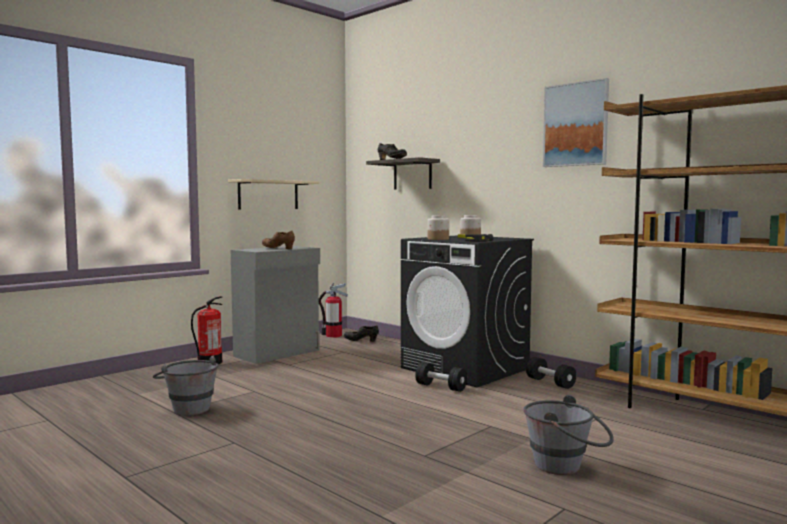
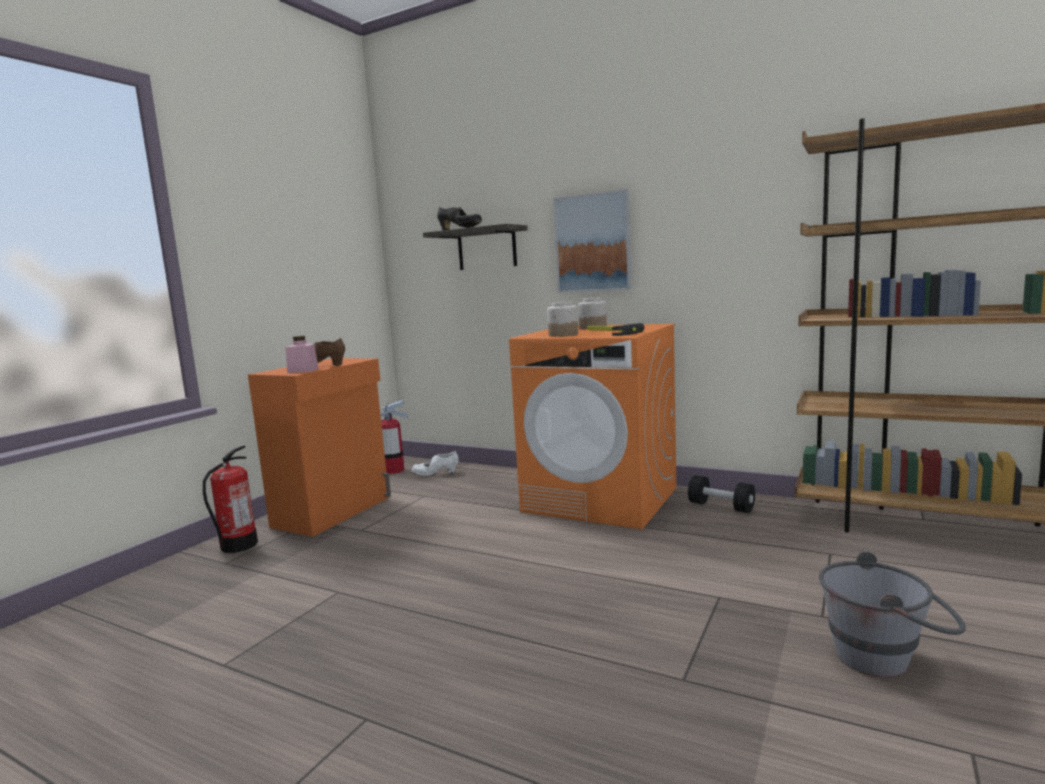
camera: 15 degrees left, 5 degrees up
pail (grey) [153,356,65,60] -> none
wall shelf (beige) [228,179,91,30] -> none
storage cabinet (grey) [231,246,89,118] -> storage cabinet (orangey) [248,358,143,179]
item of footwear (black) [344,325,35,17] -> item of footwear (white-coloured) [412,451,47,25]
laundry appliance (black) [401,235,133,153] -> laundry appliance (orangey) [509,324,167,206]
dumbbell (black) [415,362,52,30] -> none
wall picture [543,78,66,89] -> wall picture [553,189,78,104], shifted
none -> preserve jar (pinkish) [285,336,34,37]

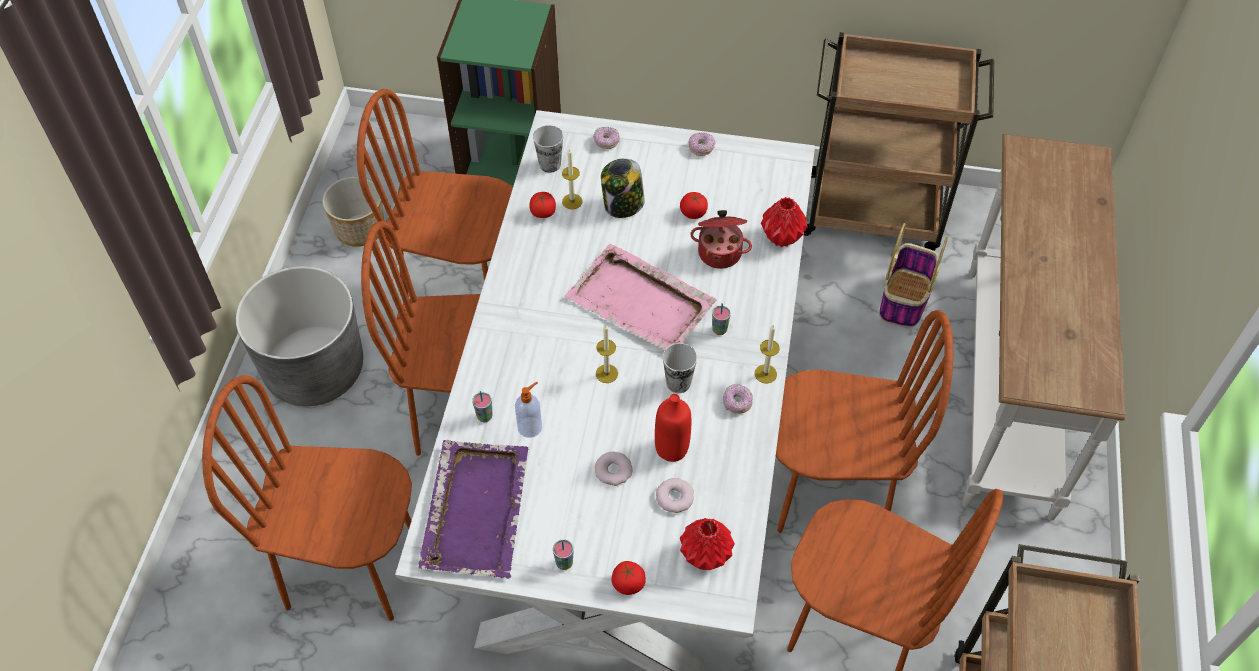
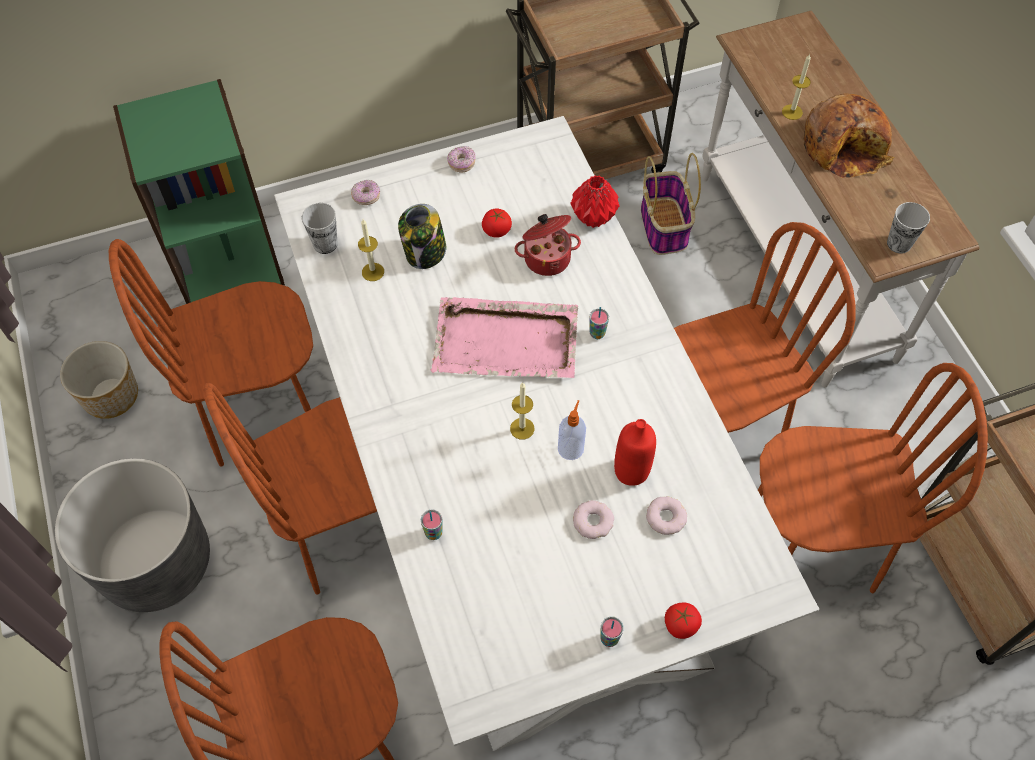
camera: 30 degrees left, 5 degrees up
tray (purplish) [419,440,110,139] -> none
soap dispenser [515,382,27,56] -> soap dispenser [558,400,28,60], shifted
fresh tomato [529,192,27,26] -> none
small cup [663,343,34,50] -> small cup [887,202,43,52], shifted
vase (red) [680,518,55,52] -> none
doughnut [723,384,30,30] -> none
candle [755,324,25,60] -> candle [782,54,29,66], shifted
none -> bread [804,93,91,85]

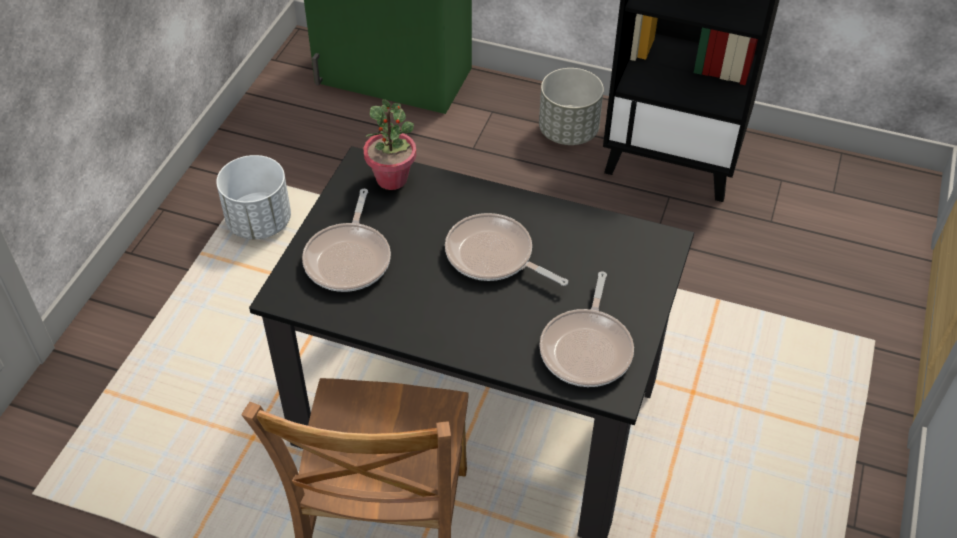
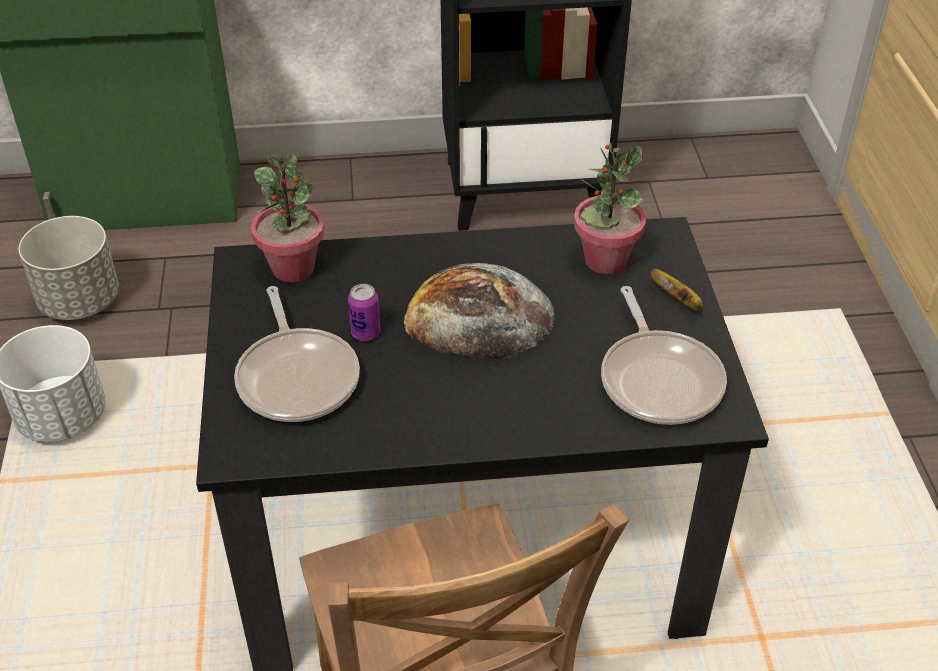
camera: 25 degrees left, 5 degrees down
skillet [445,213,123,73] -> bread [404,263,151,96]
planter (grey) [539,68,65,77] -> planter (grey) [18,216,101,104], shifted
none -> metal can [348,284,32,57]
none -> plant in a pot [574,143,72,131]
none -> whole banana [650,269,53,41]

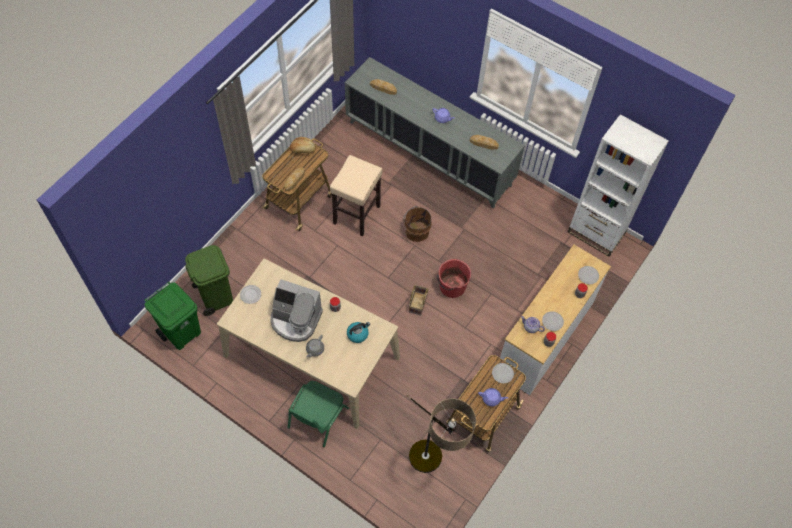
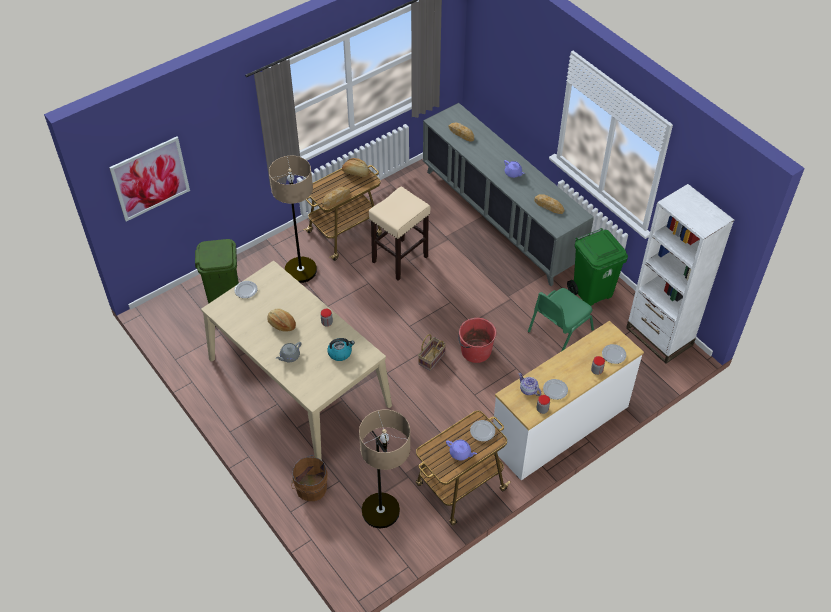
camera: 20 degrees right, 10 degrees down
trash can (green-coloured) [144,282,57,68] -> trash can (green-coloured) [567,228,61,78], shifted
coffee machine [271,280,52,62] -> bread [267,308,29,24]
plain chair (green-coloured) [287,381,62,66] -> plain chair (green-coloured) [528,288,66,63], shifted
pail (brownish) [404,206,27,36] -> pail (brownish) [291,455,37,46], shifted
none -> wall picture [109,137,81,85]
none -> standing lamp [269,155,48,128]

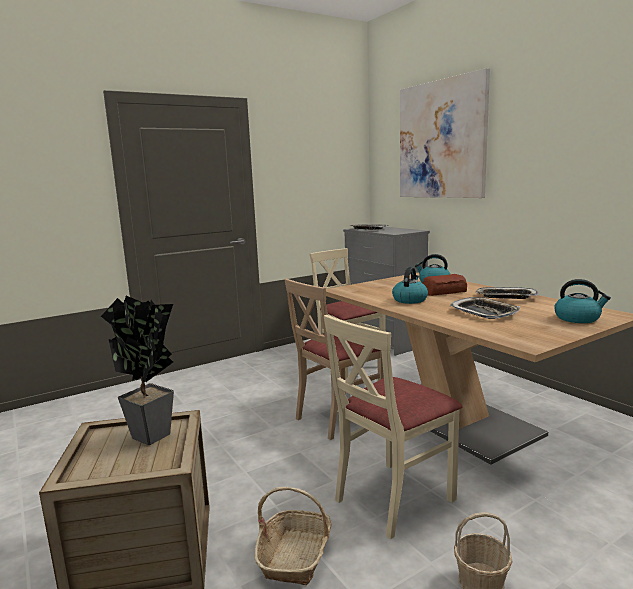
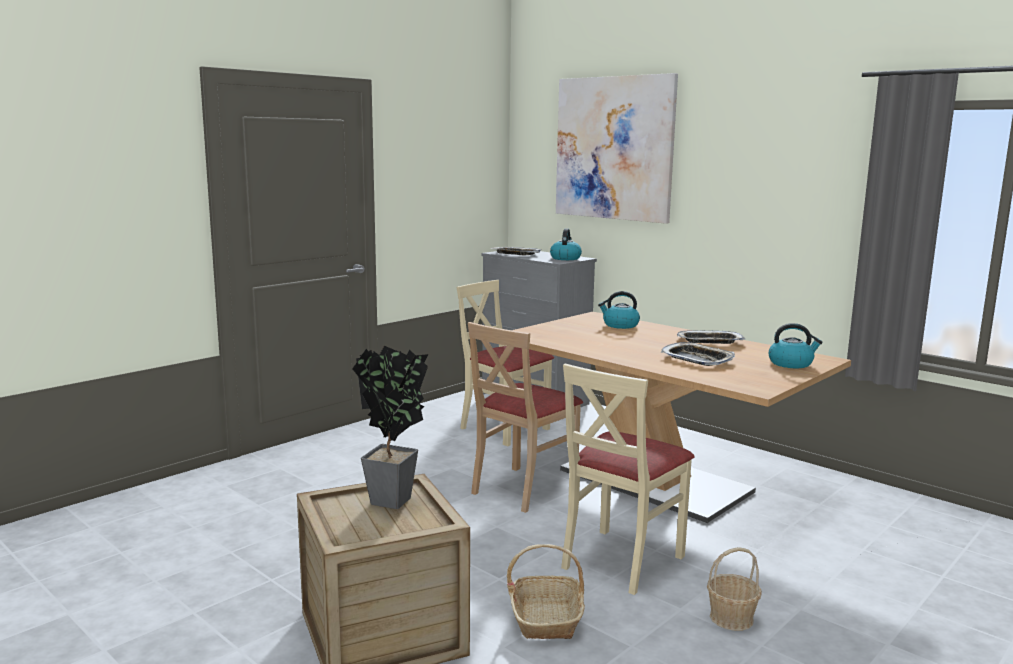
camera: 15 degrees left, 0 degrees up
tea kettle [392,267,36,37] -> tea kettle [550,228,32,32], shifted
bread [422,274,45,22] -> none

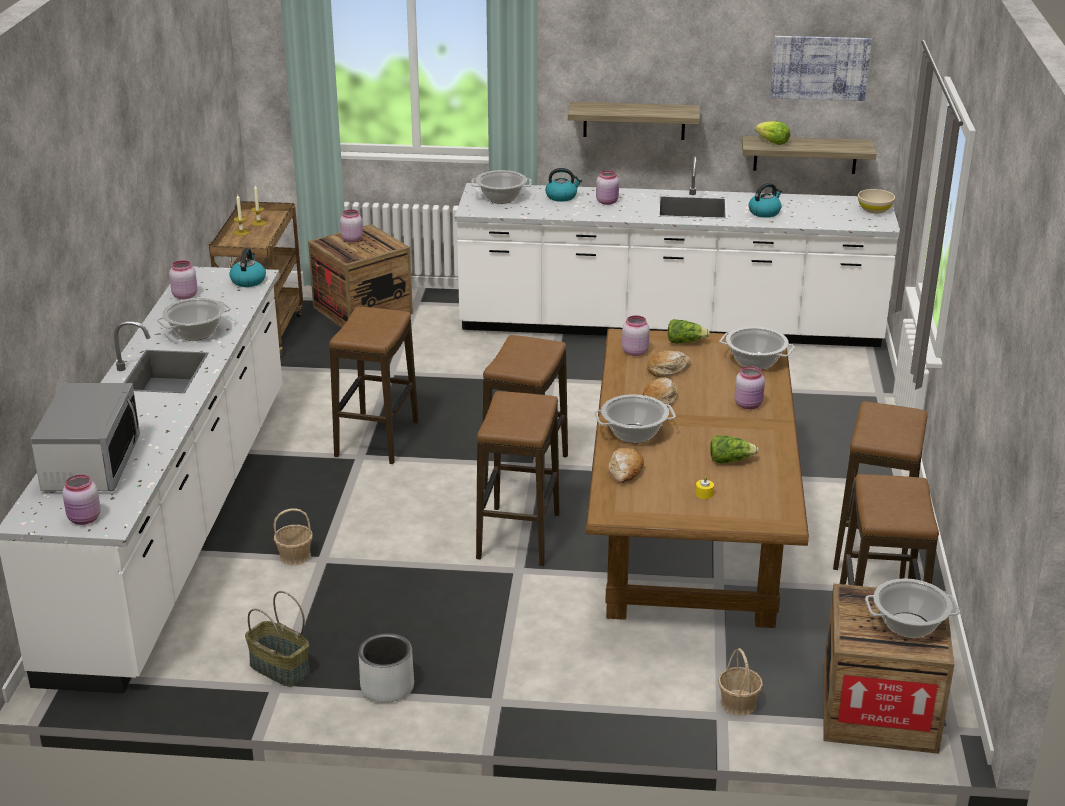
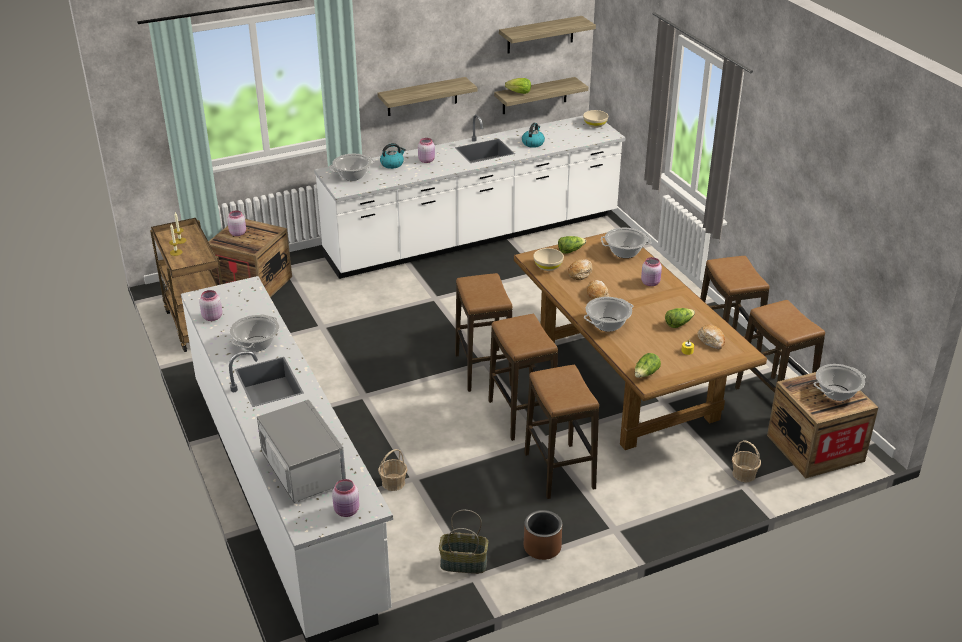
camera: 30 degrees left, 5 degrees up
tea kettle [229,248,37,39] -> none
stool seat [329,307,90,157] -> stool seat [525,365,74,134], shifted
planter (grey) [358,633,56,70] -> planter (brownish) [524,510,38,50]
bread [609,448,35,35] -> bread [697,325,28,24], shifted
preserve jar (pinkish) [622,315,28,41] -> serving bowl (beige) [533,248,31,23]
wall picture [770,36,102,65] -> wall shelf [499,16,97,37]
none -> head of lettuce [635,353,26,25]

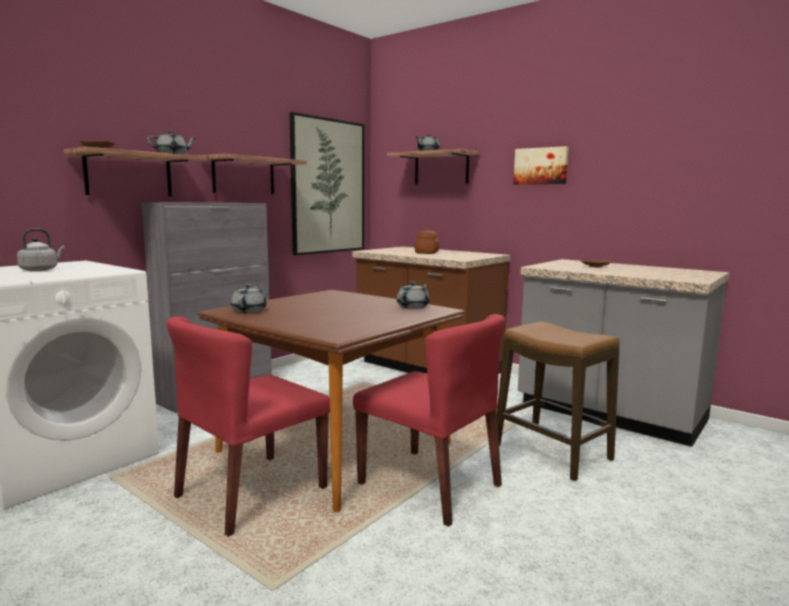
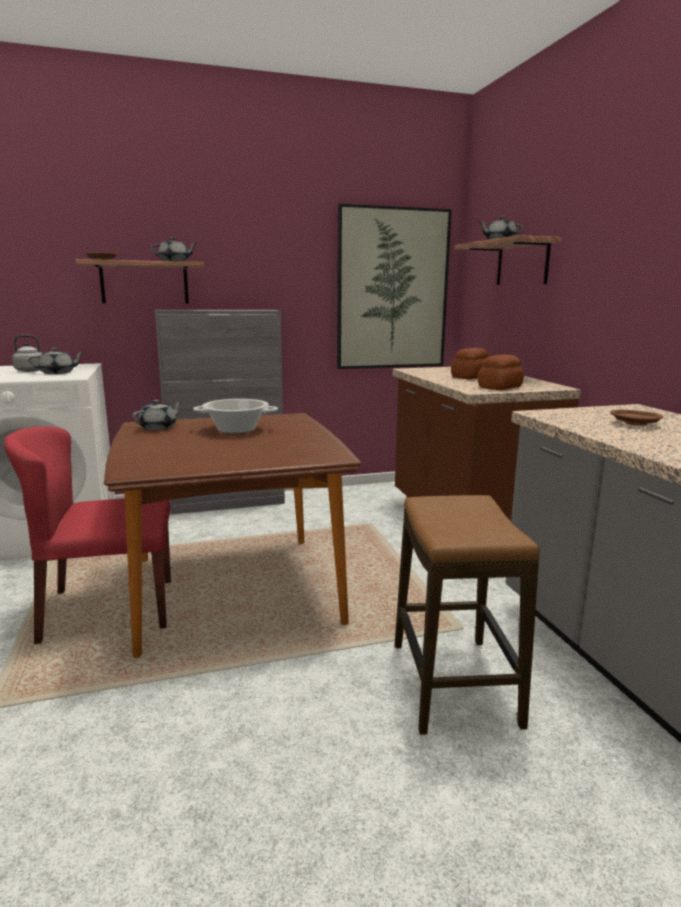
camera: 35 degrees right, 5 degrees up
wall shelf [199,154,108,40] -> none
plain chair (red) [353,314,152,213] -> none
tea pot (grey) [397,281,33,28] -> tea pot (grey) [28,348,57,26], shifted
wall picture [513,146,56,39] -> none
none -> saucepot [193,399,85,35]
none -> bread [478,354,46,36]

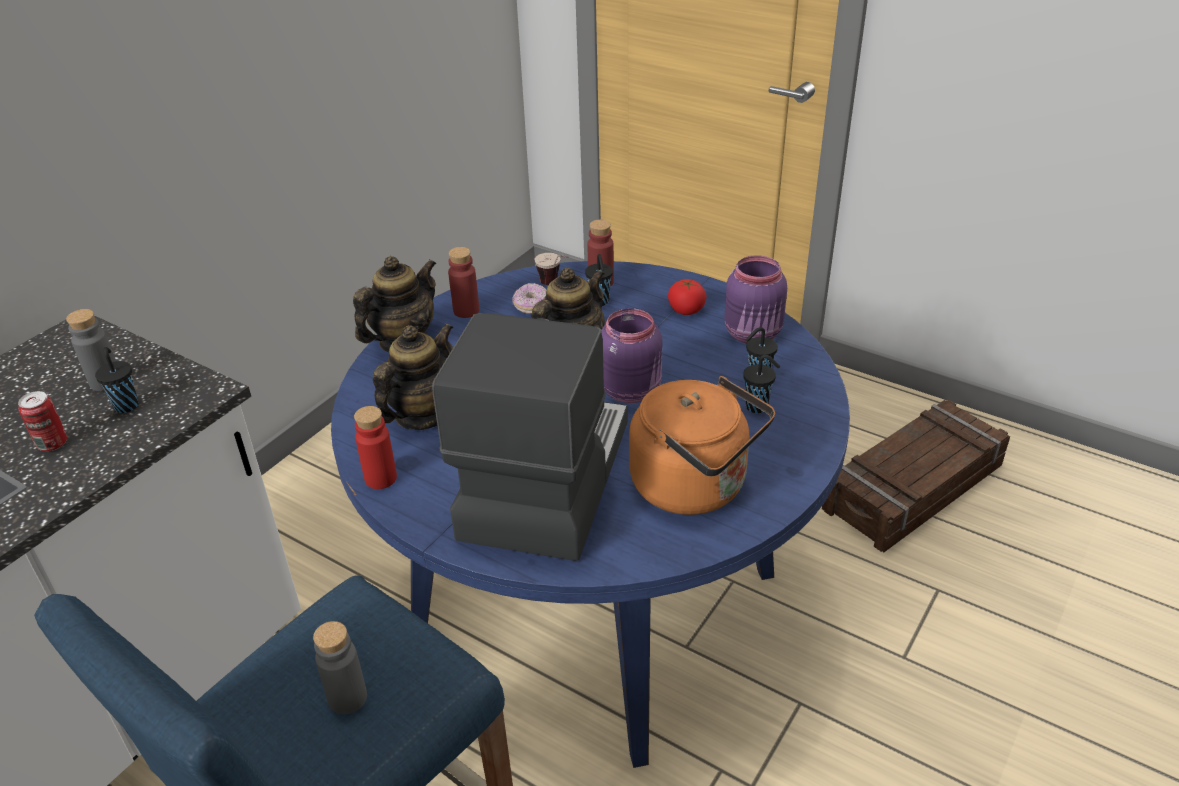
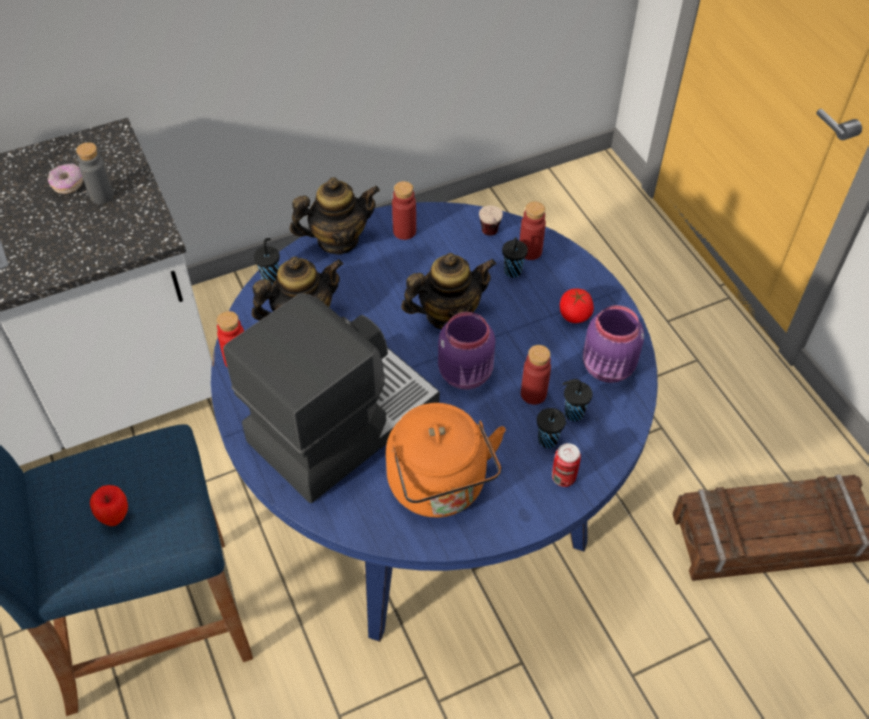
camera: 30 degrees right, 15 degrees up
metal can [18,391,49,60] -> metal can [552,443,29,44], shifted
small cup (black) [95,347,43,66] -> small cup (black) [254,238,26,46], shifted
bottle (grey) [313,621,54,94] -> apple [90,485,38,41]
doughnut [512,283,35,31] -> doughnut [48,164,35,30], shifted
none -> bottle (red) [521,345,30,60]

